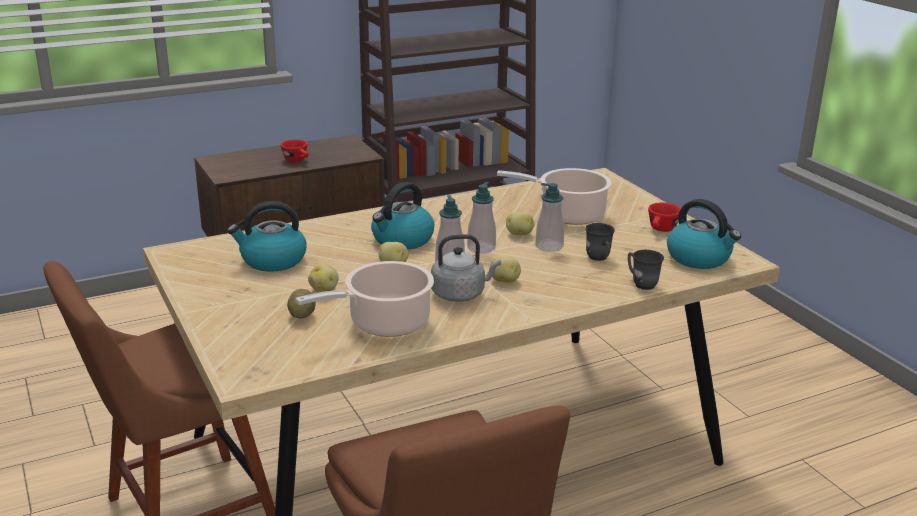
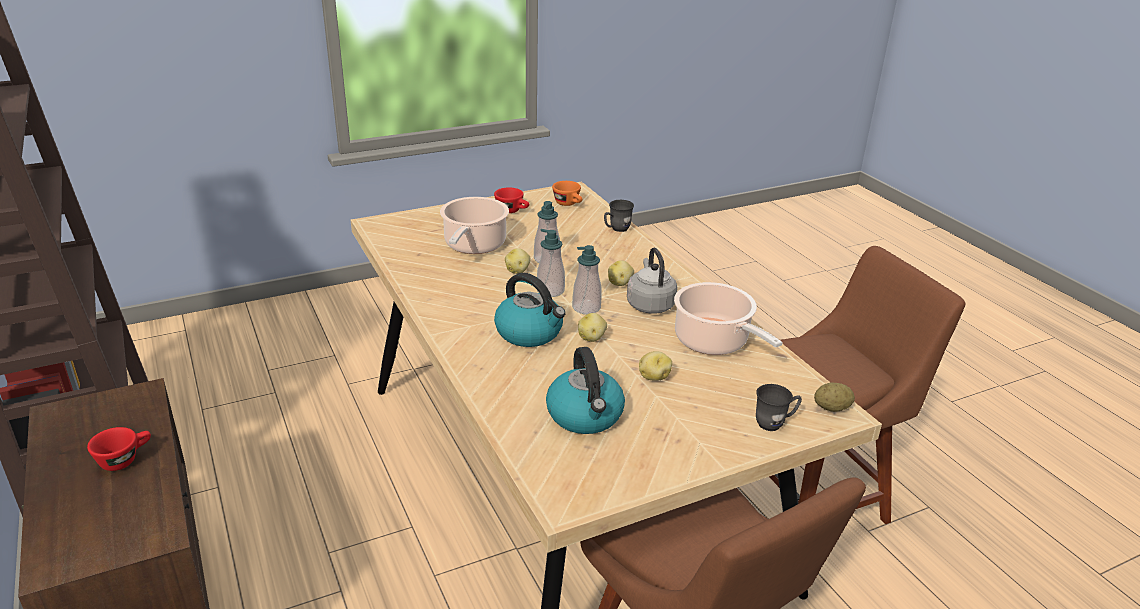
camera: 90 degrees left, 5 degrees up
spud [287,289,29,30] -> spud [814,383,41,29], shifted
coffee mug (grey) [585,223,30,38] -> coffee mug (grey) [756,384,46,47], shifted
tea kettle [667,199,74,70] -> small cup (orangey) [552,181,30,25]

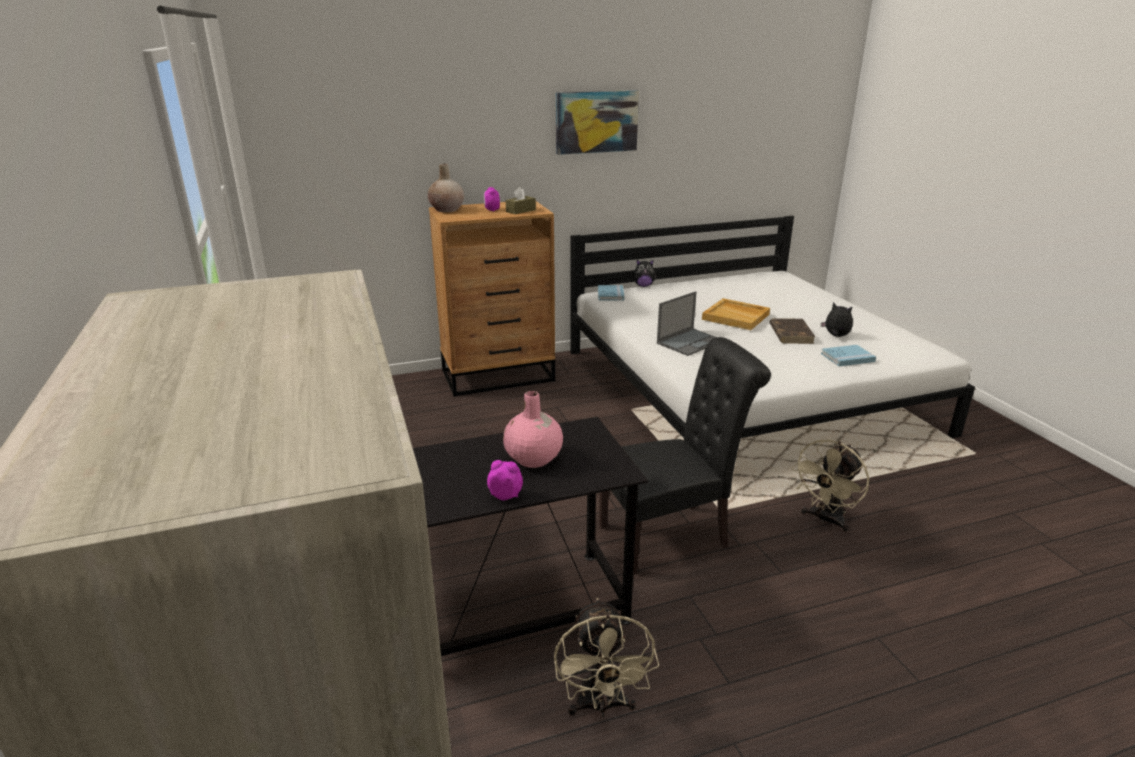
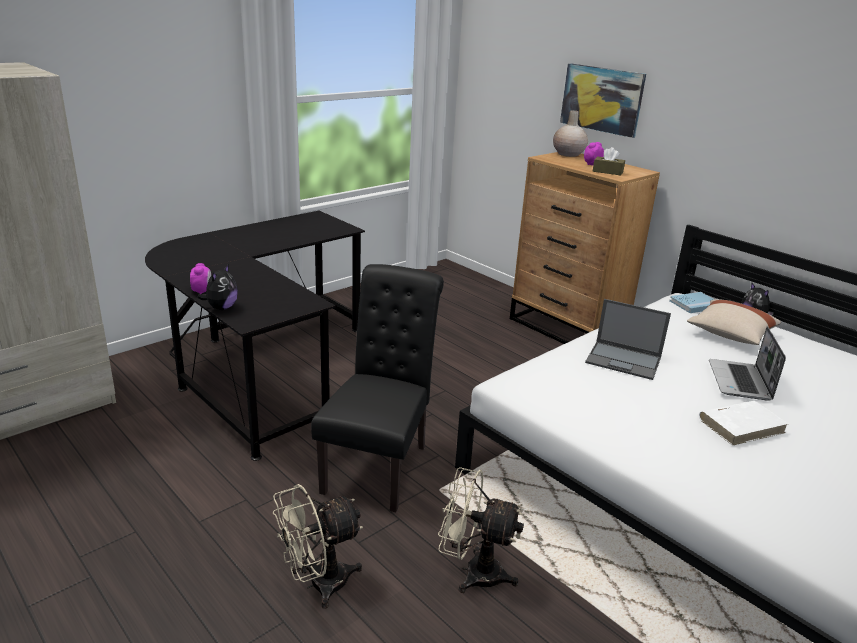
camera: 65 degrees right, 0 degrees up
vase (pinkish) [503,391,60,77] -> none
cooling fan (beige) [554,598,105,119] -> cooling fan (beige) [273,484,90,125], shifted
wall picture [556,90,83,65] -> wall picture [560,63,86,75], shifted
plain chair (black) [599,337,172,237] -> plain chair (black) [311,264,133,248], 120 degrees counterclockwise
tray (beige) [702,298,68,32] -> notebook computer [709,326,77,75]
bound book (brownish) [770,318,45,26] -> bound book (white-coloured) [699,401,89,45]
cuddly toy [821,302,32,35] -> cuddly toy [197,264,41,46], shifted
bound book (blue-coloured) [821,345,55,21] -> none
none -> throw pillow (beige) [687,299,94,46]

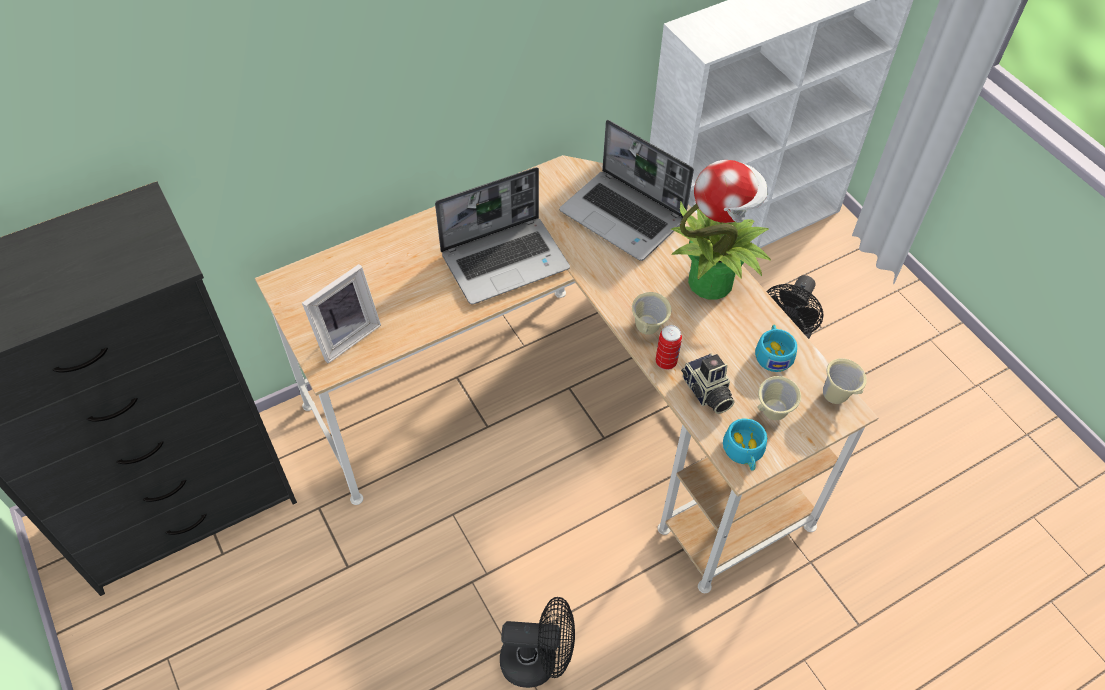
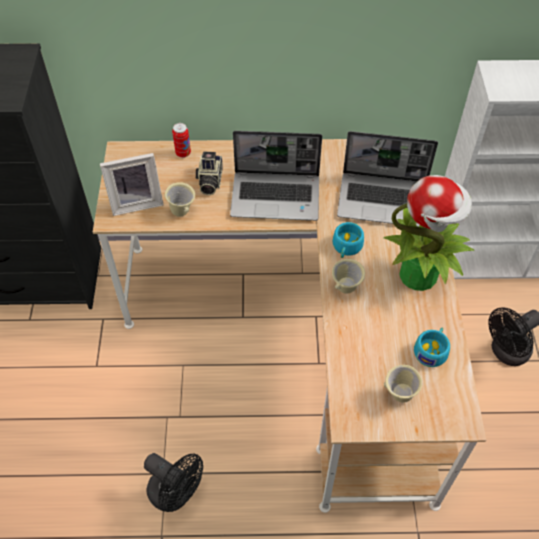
camera: 30 degrees right, 0 degrees up
notebook computer [559,120,135,141] -> notebook computer [337,131,101,96], 60 degrees counterclockwise
metal can [656,325,26,45] -> metal can [172,123,19,35], shifted
still camera [681,354,54,60] -> still camera [196,151,27,44], shifted
small cup (blue-green) [723,418,44,53] -> small cup (blue-green) [333,222,31,36], shifted
coffee mug (beige) [823,358,44,46] -> coffee mug (beige) [165,182,30,35], shifted

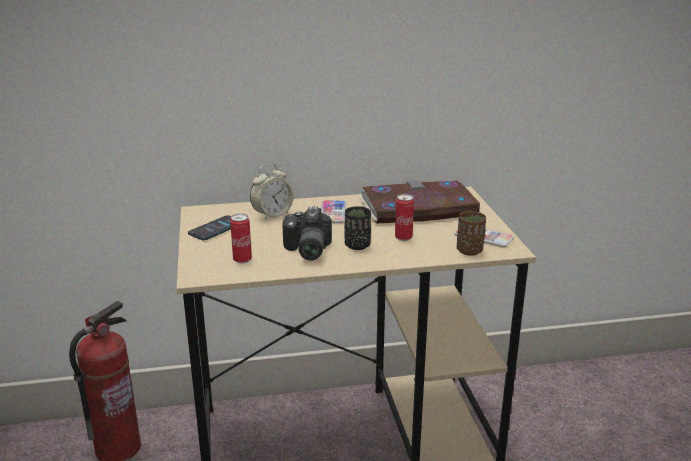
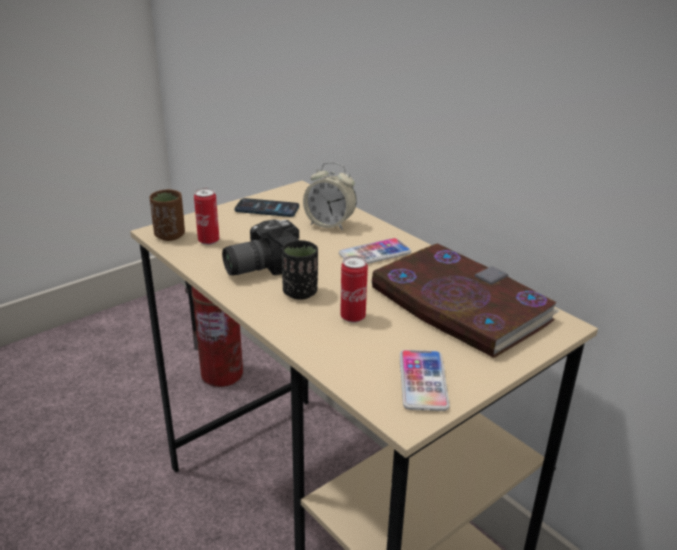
camera: 60 degrees right, 5 degrees up
small cup (brownish) [457,211,29,45] -> small cup (brownish) [150,189,35,52], shifted

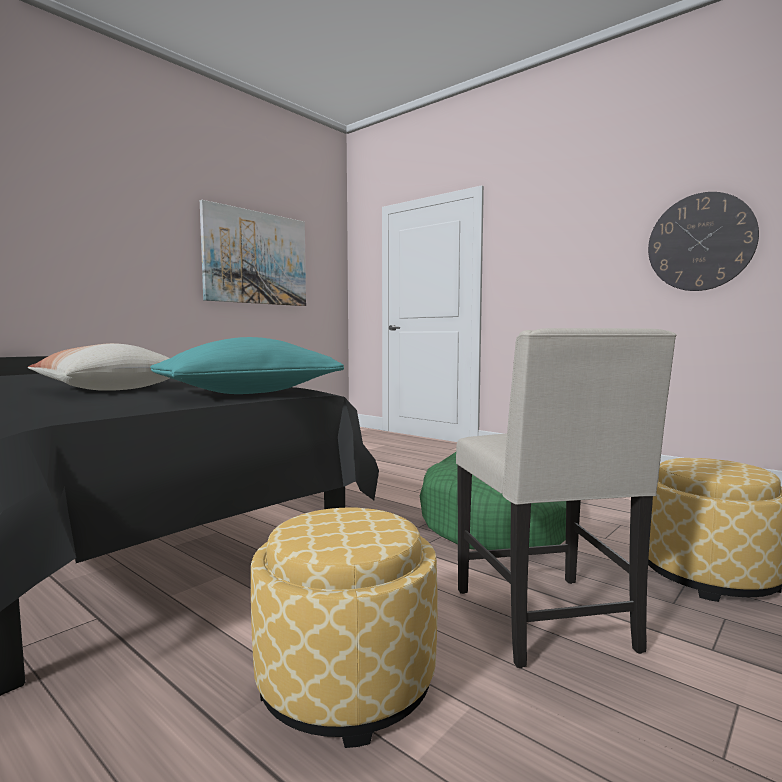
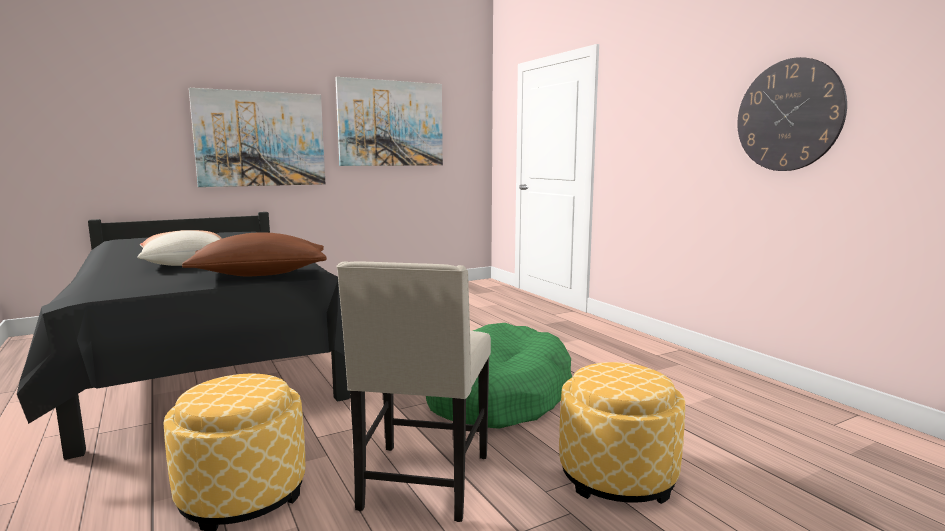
camera: 20 degrees right, 5 degrees up
throw pillow (blue-green) [150,337,194,57] -> throw pillow (brownish) [182,232,145,44]
none -> wall picture [189,88,136,99]

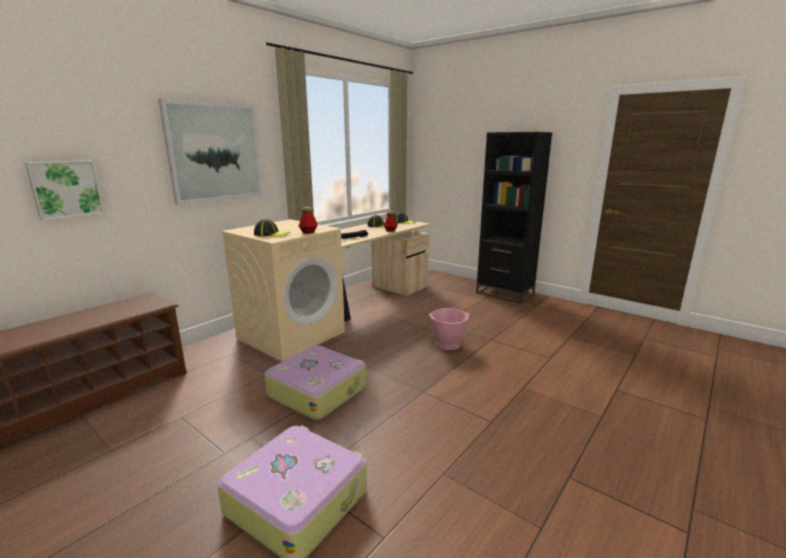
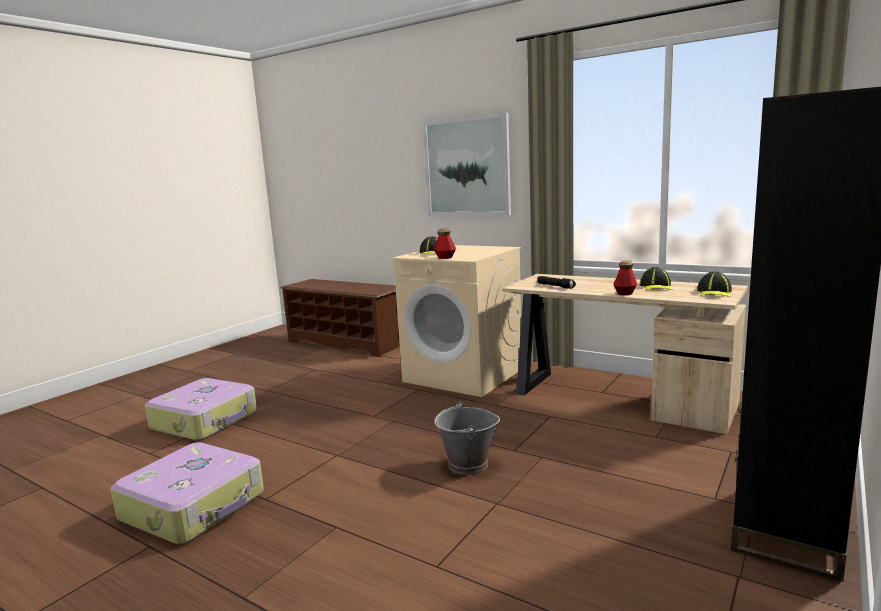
camera: 85 degrees right, 5 degrees down
wall picture [25,160,80,61] -> none
travel case [264,345,102,75] -> travel case [111,442,153,102], shifted
pail (pinkish) [429,308,41,42] -> pail (grey) [434,402,66,73]

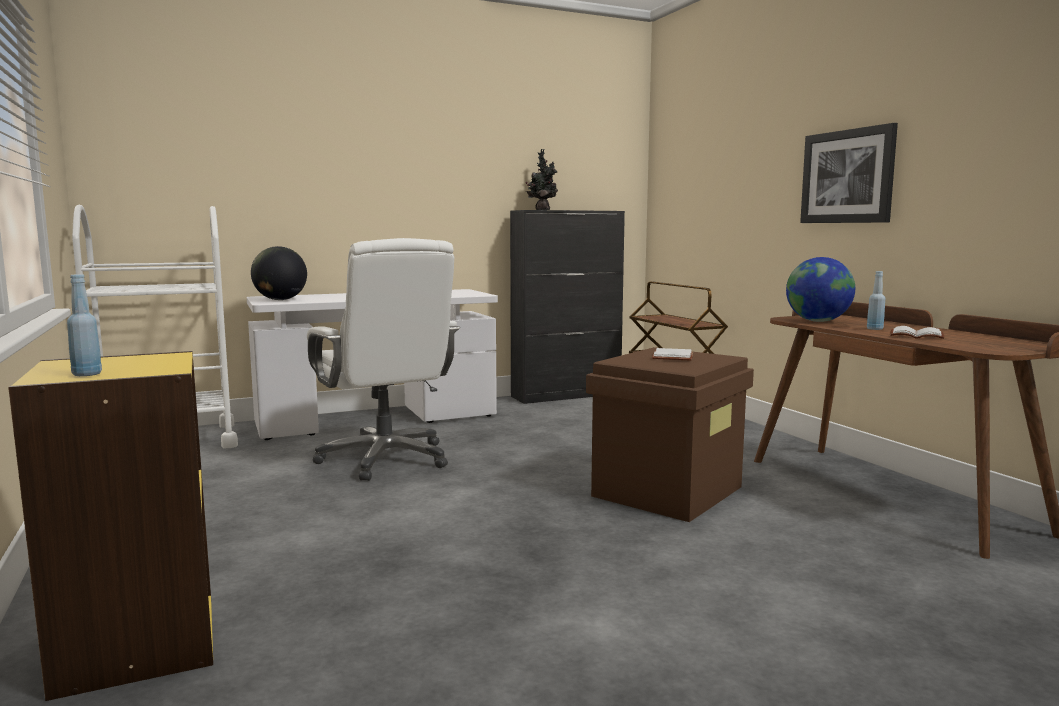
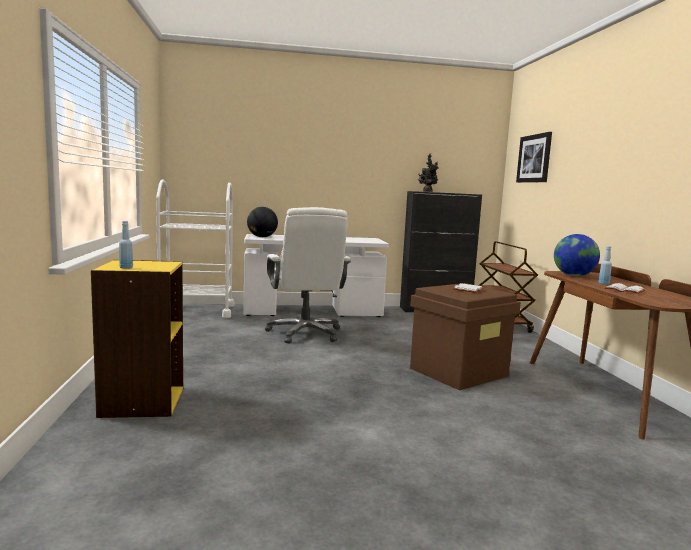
camera: 15 degrees right, 0 degrees up
wall picture [800,123,98,100] -> wall picture [516,132,36,51], shifted

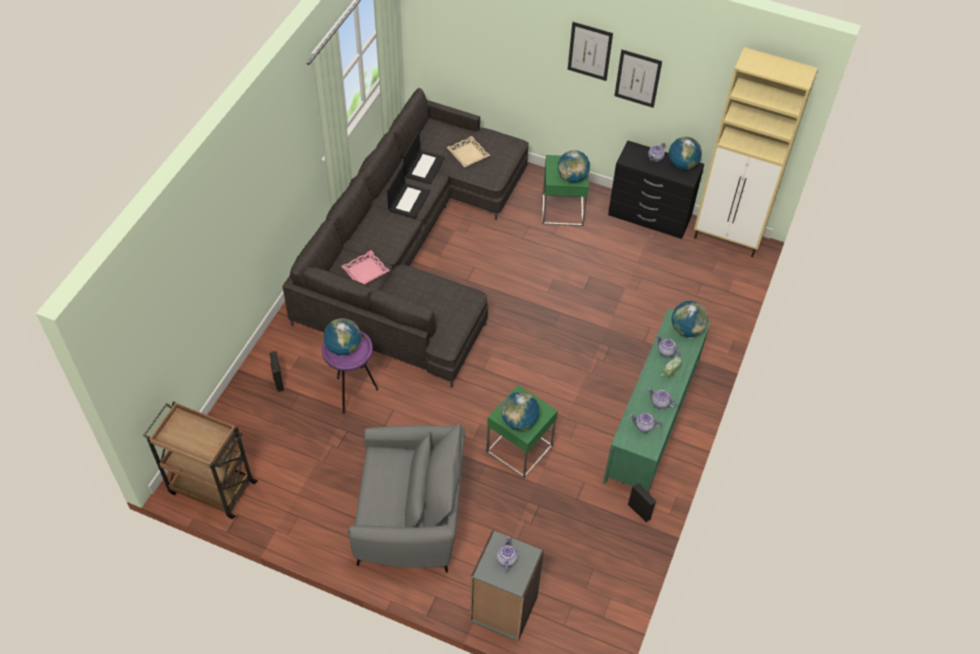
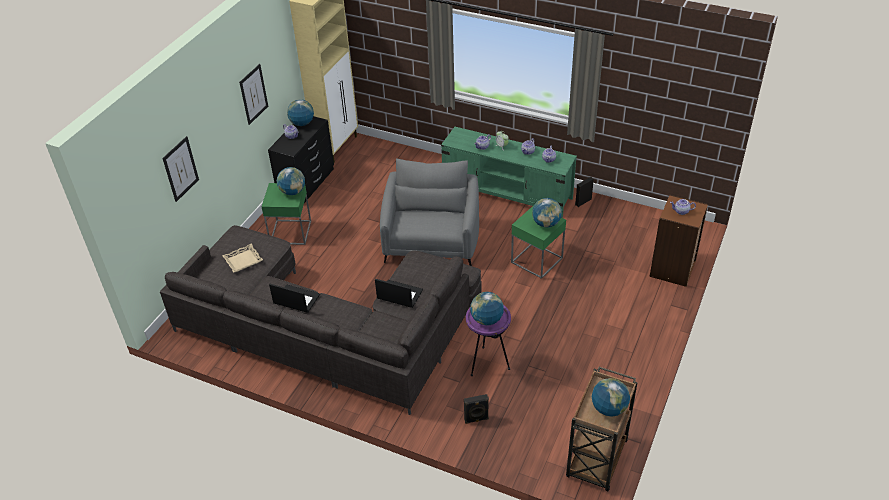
camera: 85 degrees left, 10 degrees down
tray (pinkish) [341,250,49,34] -> none
lounge chair (grey) [348,422,117,151] -> lounge chair (grey) [380,159,99,107], shifted
notebook computer [403,131,42,53] -> notebook computer [375,279,48,29], shifted
shelving unit (grey) [470,530,74,112] -> shelving unit (brownish) [650,195,58,92]
wall picture [568,22,45,59] -> wall picture [162,136,37,66], shifted
desk globe [672,301,36,36] -> desk globe [591,378,39,38], shifted

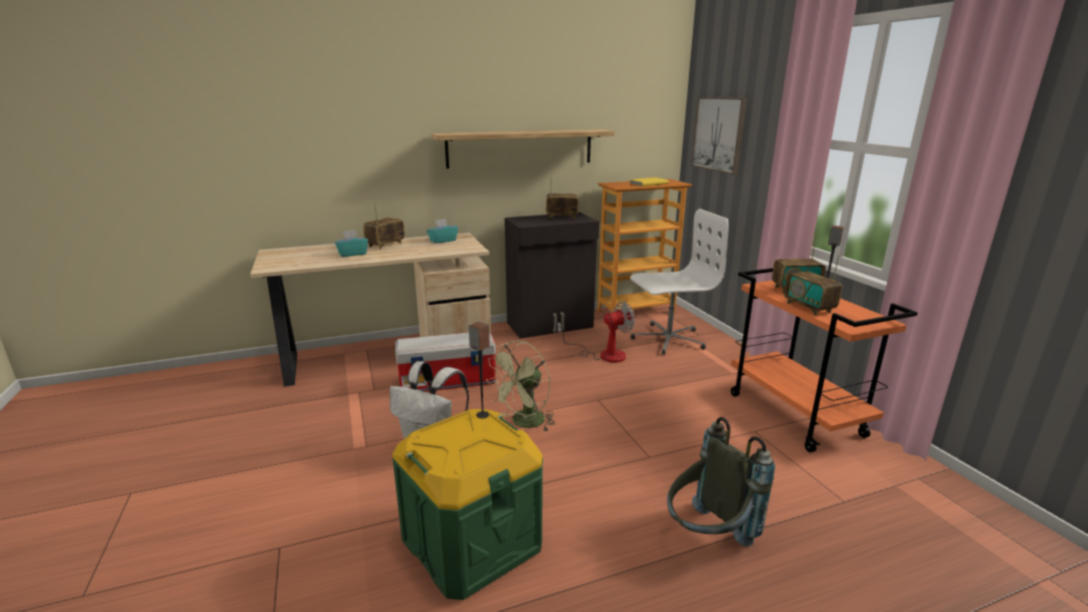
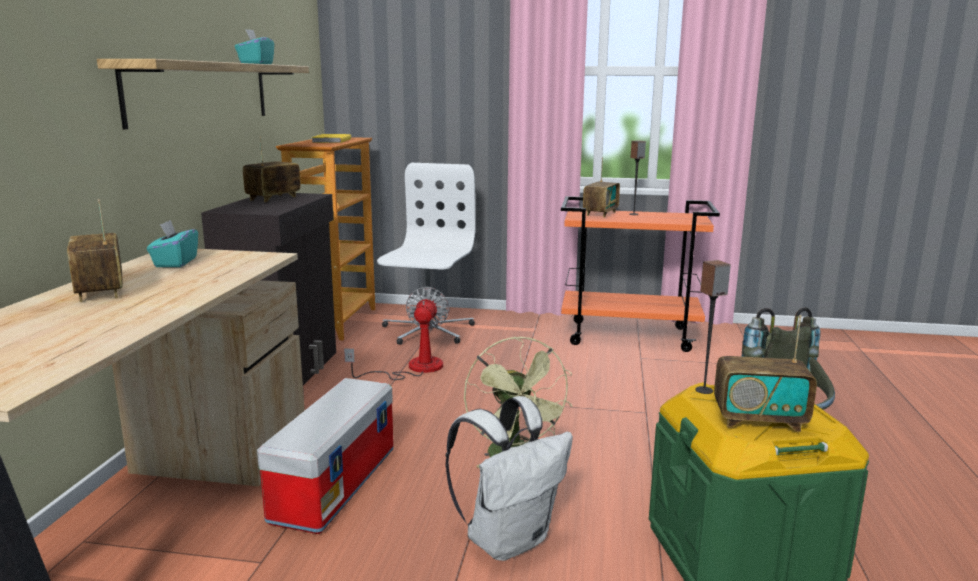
camera: 60 degrees left, 5 degrees down
box of tissues (blue-green) [335,230,33,27] -> box of tissues (blue-green) [235,29,39,35], shifted
wall picture [691,97,56,78] -> none
radio receiver [784,255,58,61] -> radio receiver [714,315,103,117], shifted

